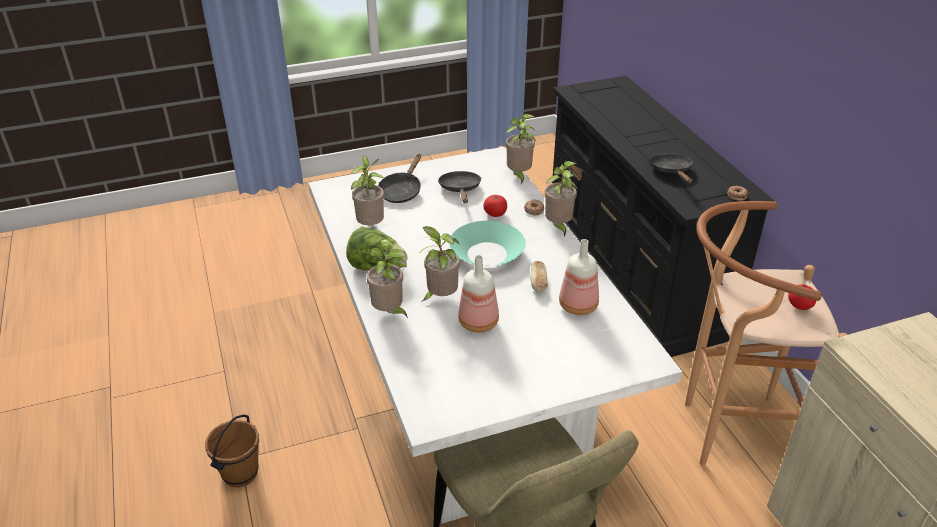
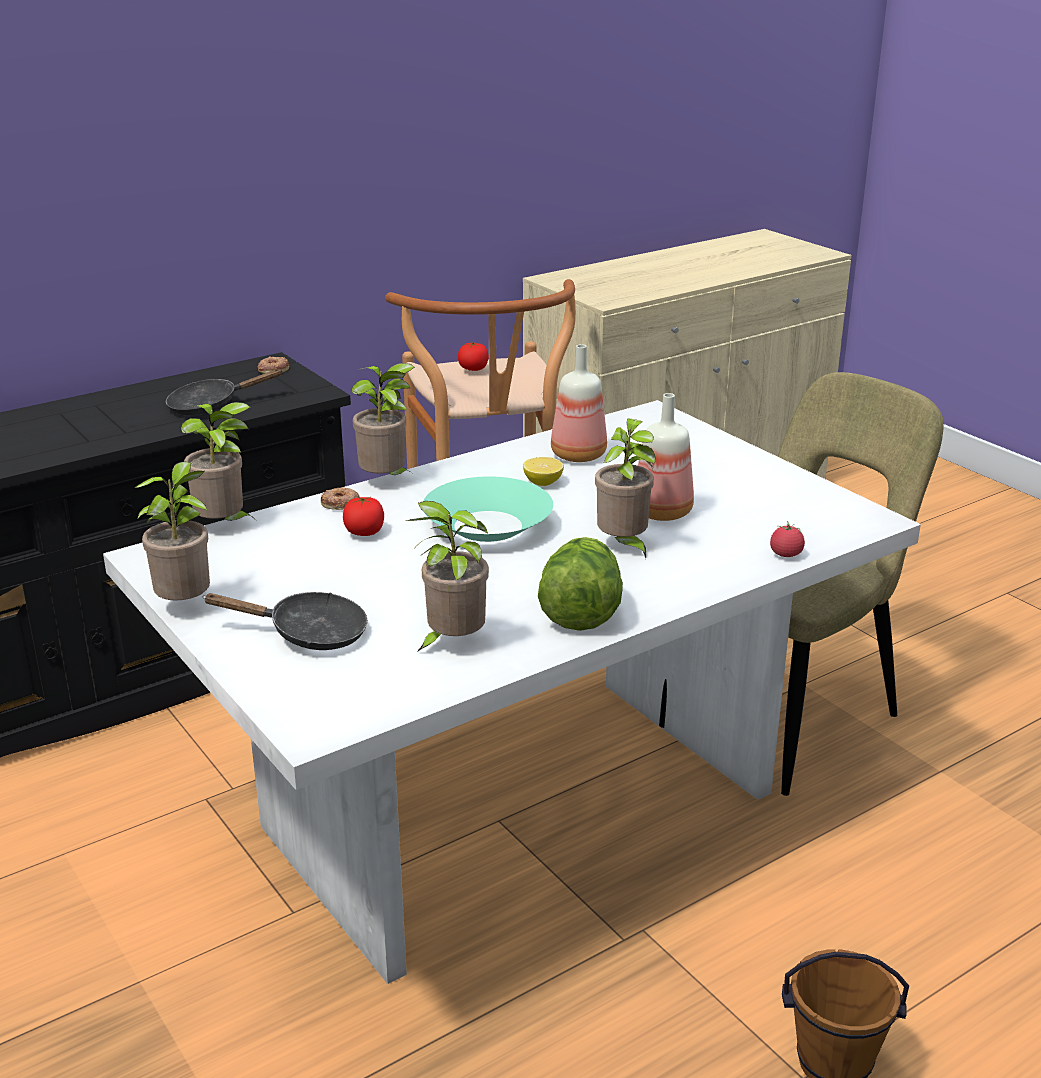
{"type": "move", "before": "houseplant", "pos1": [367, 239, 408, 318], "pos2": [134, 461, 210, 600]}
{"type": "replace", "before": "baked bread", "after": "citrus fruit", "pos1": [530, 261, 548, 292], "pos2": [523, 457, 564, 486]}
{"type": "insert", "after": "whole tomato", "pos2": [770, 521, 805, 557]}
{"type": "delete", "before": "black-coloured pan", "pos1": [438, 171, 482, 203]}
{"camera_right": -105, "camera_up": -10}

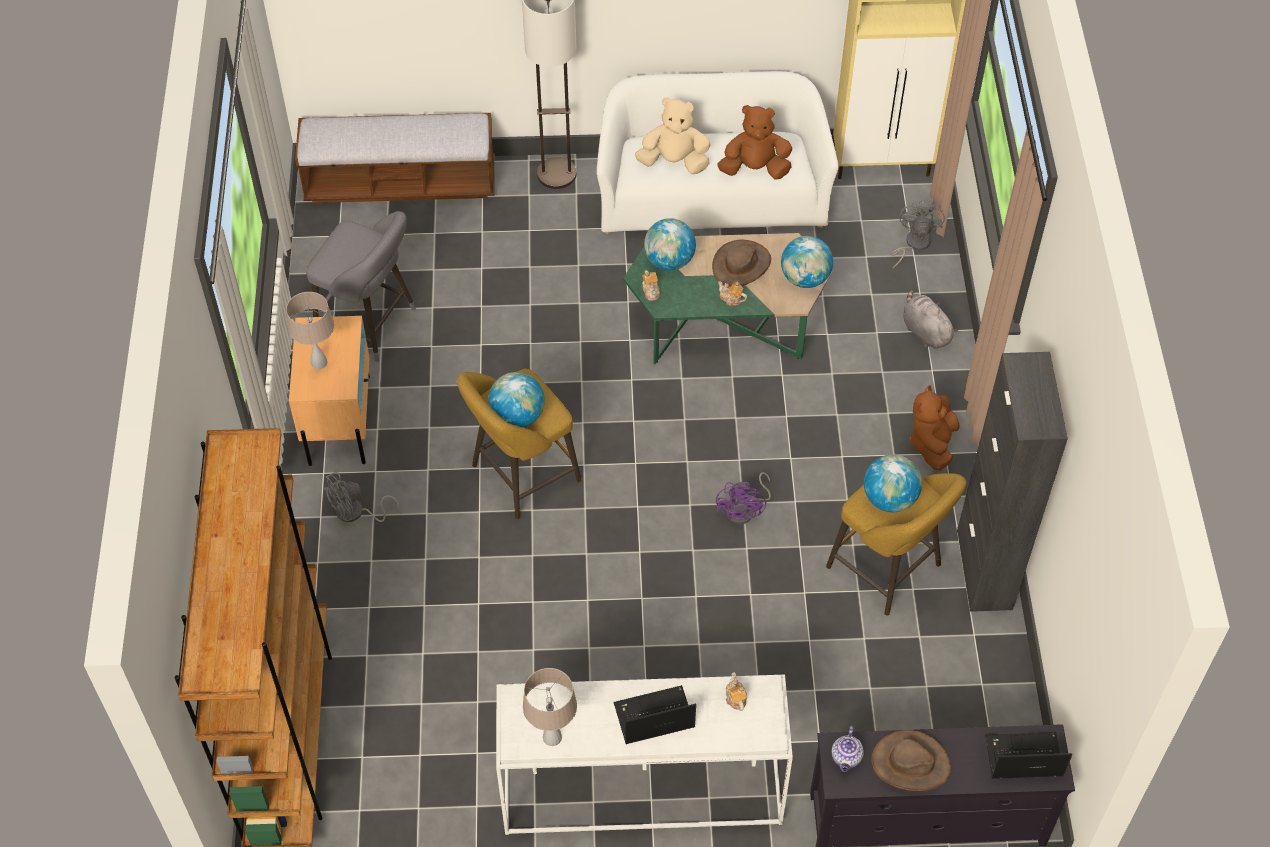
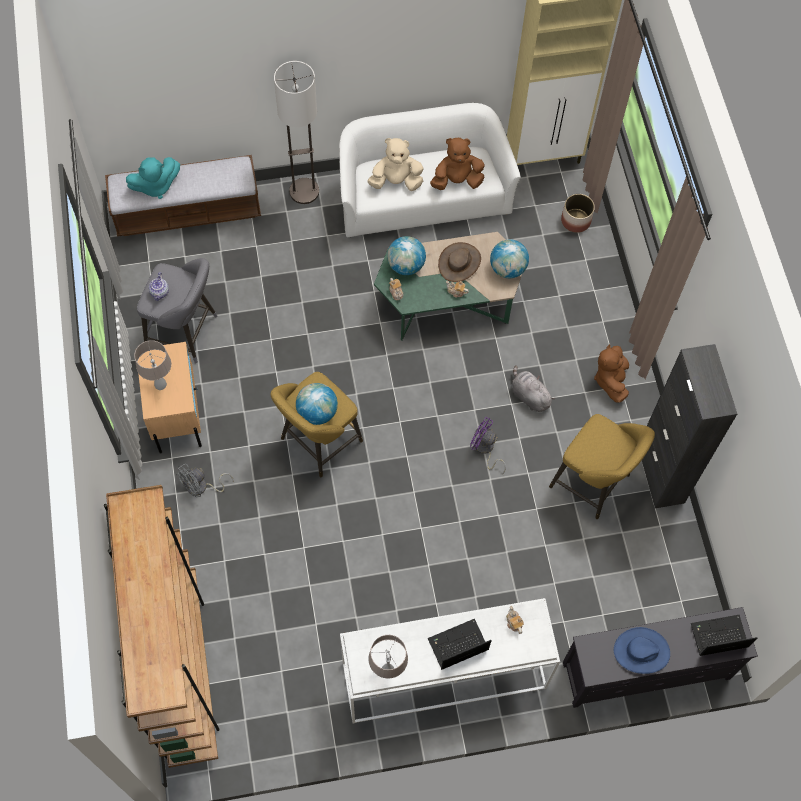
{"type": "insert", "after": "turquoise-coloured cuddly toy", "pos2": [126, 157, 180, 199]}
{"type": "move", "before": "tea pot", "pos1": [832, 726, 864, 772], "pos2": [148, 272, 169, 301]}
{"type": "rotate", "before": "purple cooling fan", "pos1": [716, 472, 771, 524], "pos2": [470, 417, 506, 474], "turn": 120}
{"type": "move", "before": "greyish cuddly toy", "pos1": [902, 290, 958, 348], "pos2": [511, 365, 556, 412]}
{"type": "replace", "before": "greyish cooling fan", "after": "planter", "pos1": [891, 200, 945, 268], "pos2": [561, 194, 595, 233]}
{"type": "recolor", "before": "brownish hat", "after": "blue-coloured hat", "pos1": [871, 730, 951, 791], "pos2": [614, 627, 670, 674]}
{"type": "delete", "before": "desk globe", "pos1": [864, 454, 922, 512]}
{"camera_right": -10, "camera_up": 10}

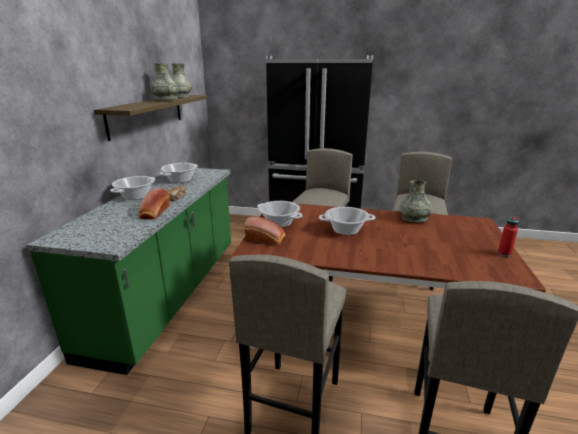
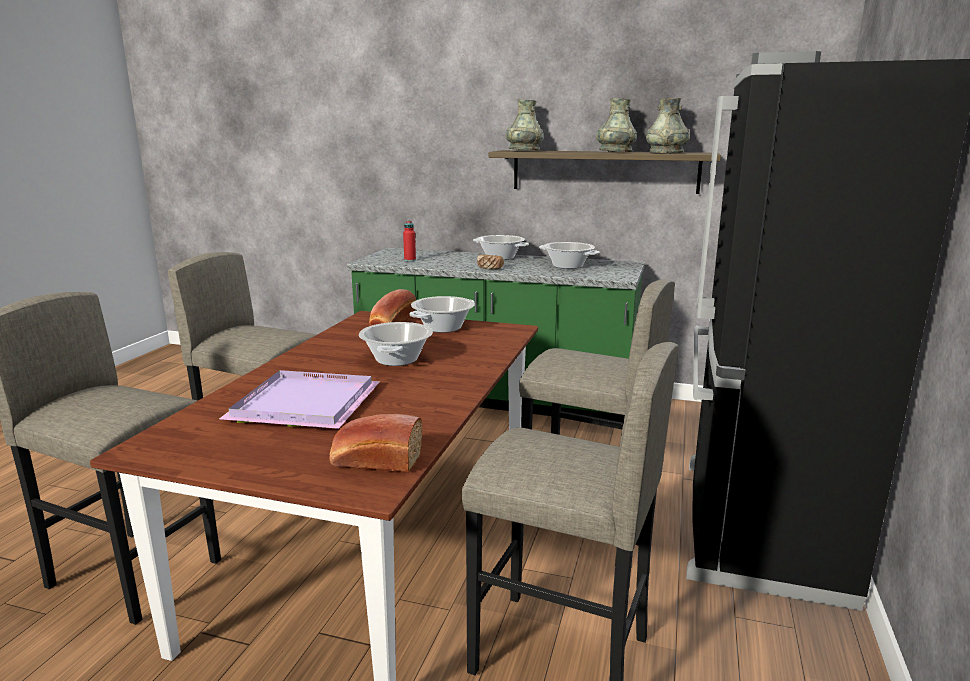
{"type": "insert", "after": "purple carrying tray", "pos2": [219, 370, 380, 429]}
{"type": "move", "before": "baked bread", "pos1": [139, 188, 170, 220], "pos2": [329, 414, 422, 473]}
{"type": "move", "before": "reddish bottle", "pos1": [498, 216, 519, 257], "pos2": [403, 221, 416, 261]}
{"type": "move", "before": "greyish decorative vase", "pos1": [400, 180, 433, 223], "pos2": [505, 99, 544, 151]}
{"camera_right": 95, "camera_up": -5}

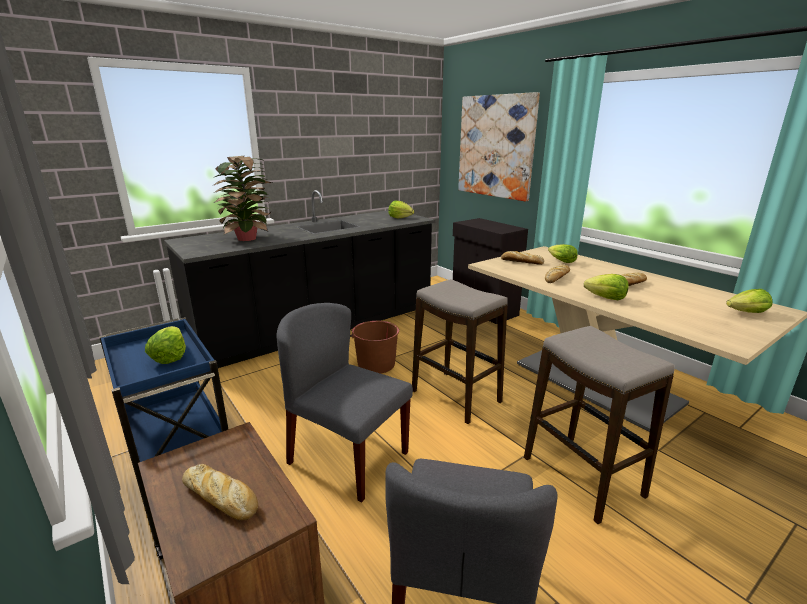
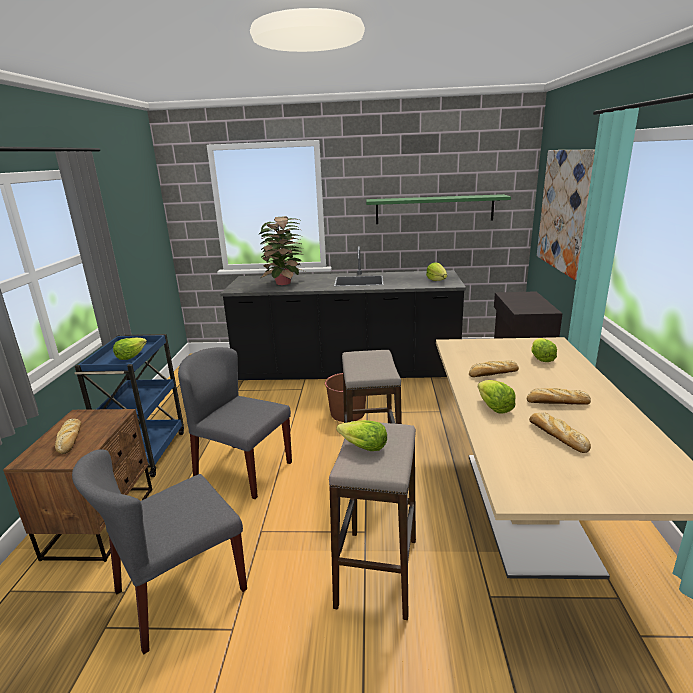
{"type": "rotate", "before": "greyish upright chair", "pos1": [277, 303, 413, 503], "pos2": [178, 347, 292, 499], "turn": -45}
{"type": "move", "before": "lettuce", "pos1": [726, 289, 772, 313], "pos2": [336, 420, 387, 451]}
{"type": "insert", "after": "green bracket shelf", "pos2": [366, 194, 511, 224]}
{"type": "move", "before": "baked bread", "pos1": [501, 251, 544, 265], "pos2": [529, 412, 591, 453]}
{"camera_right": 40, "camera_up": 0}

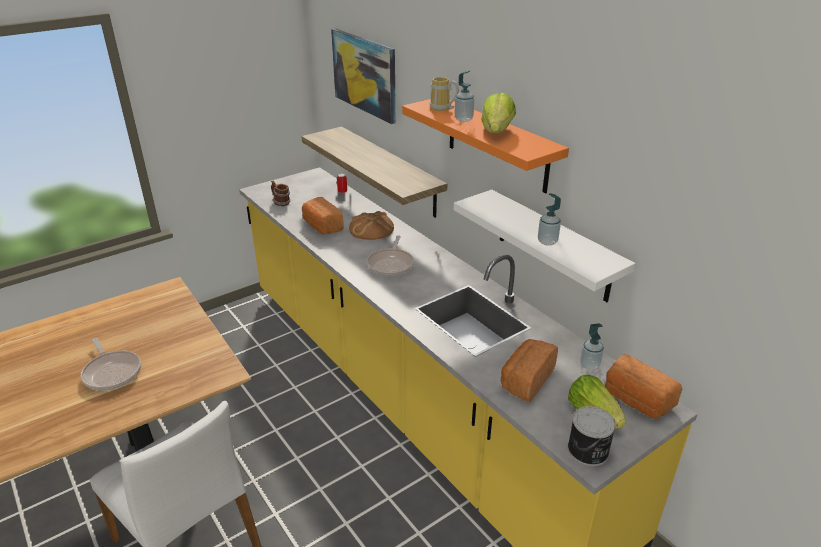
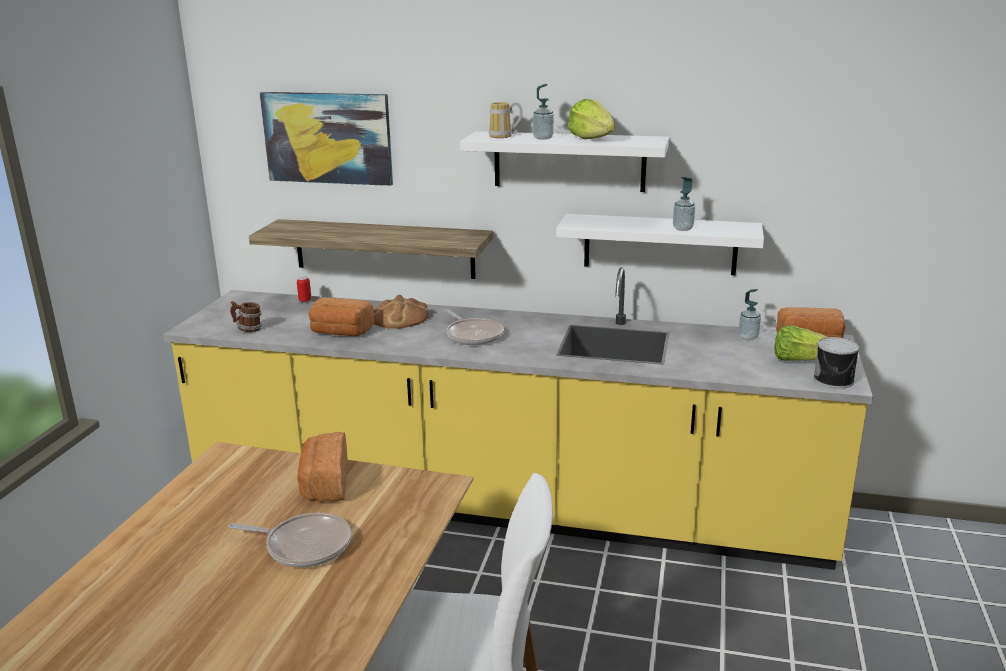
{"type": "move", "before": "baked bread", "pos1": [501, 339, 558, 402], "pos2": [298, 432, 348, 502]}
{"type": "recolor", "before": "orange-coloured bracket shelf", "after": "whitish bracket shelf", "pos1": [402, 99, 569, 193], "pos2": [460, 131, 669, 192]}
{"camera_right": -40, "camera_up": -10}

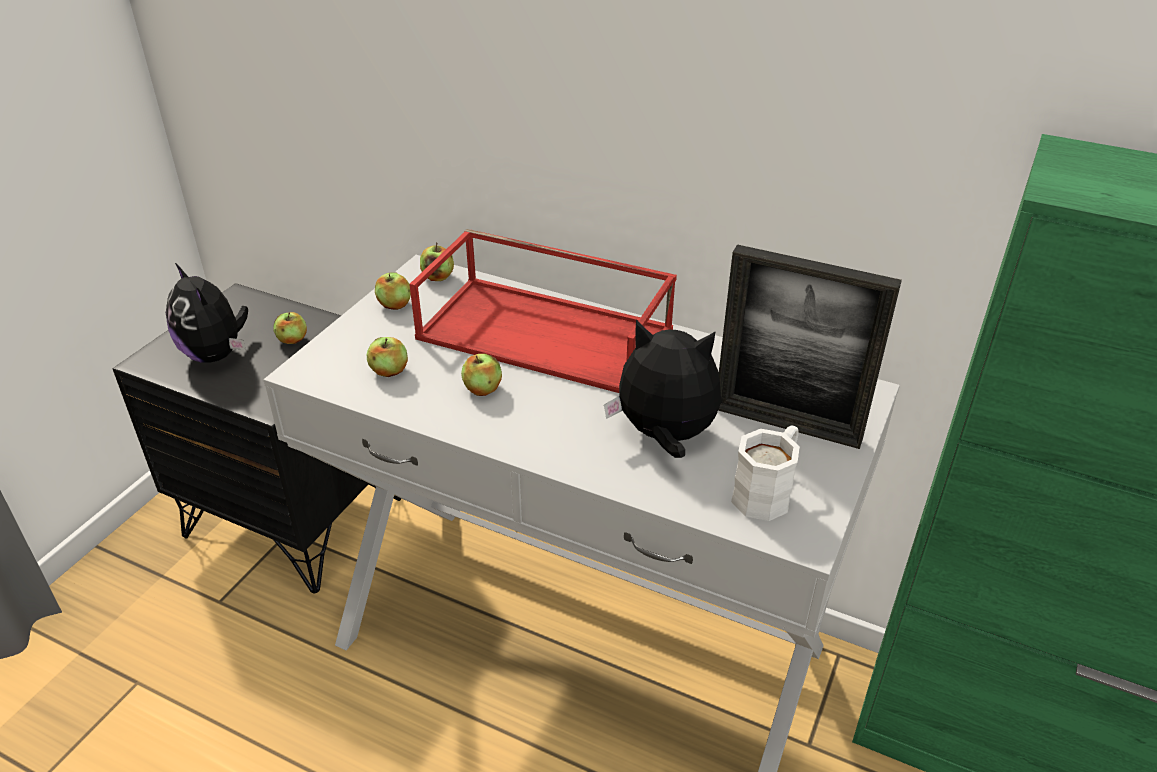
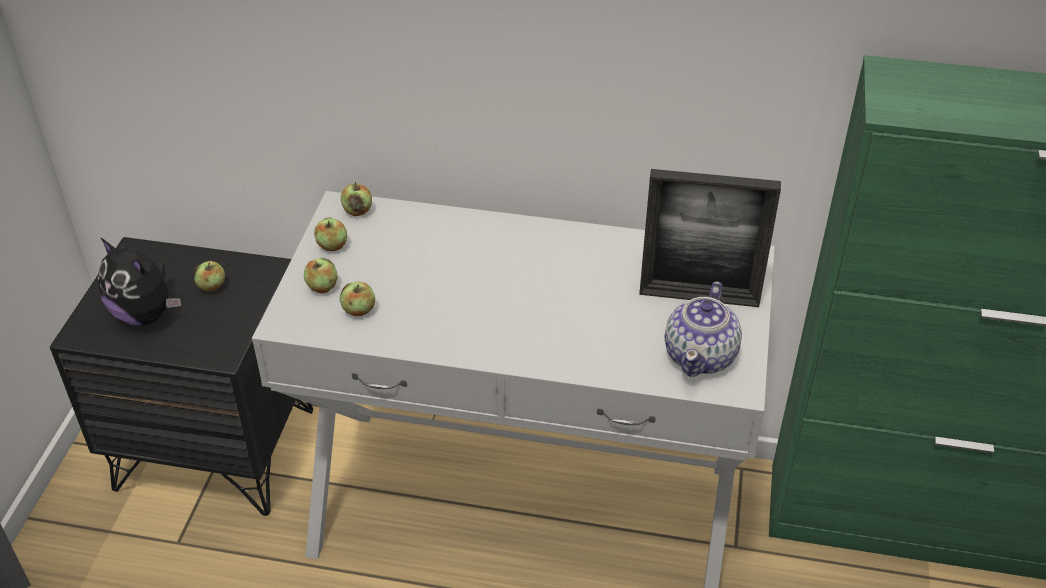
{"type": "move", "before": "apple", "pos1": [461, 354, 502, 396], "pos2": [304, 258, 338, 294]}
{"type": "replace", "before": "whitish coffee mug", "after": "tea pot", "pos1": [731, 425, 800, 521], "pos2": [665, 281, 742, 377]}
{"type": "delete", "before": "reddish carrying tray", "pos1": [409, 229, 677, 393]}
{"type": "delete", "before": "cuddly toy", "pos1": [604, 319, 721, 458]}
{"camera_right": -15, "camera_up": 5}

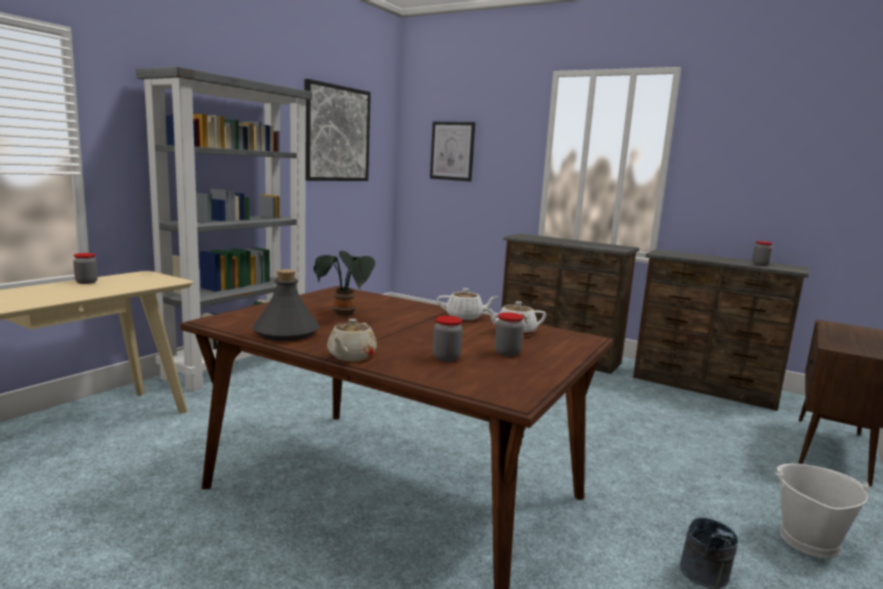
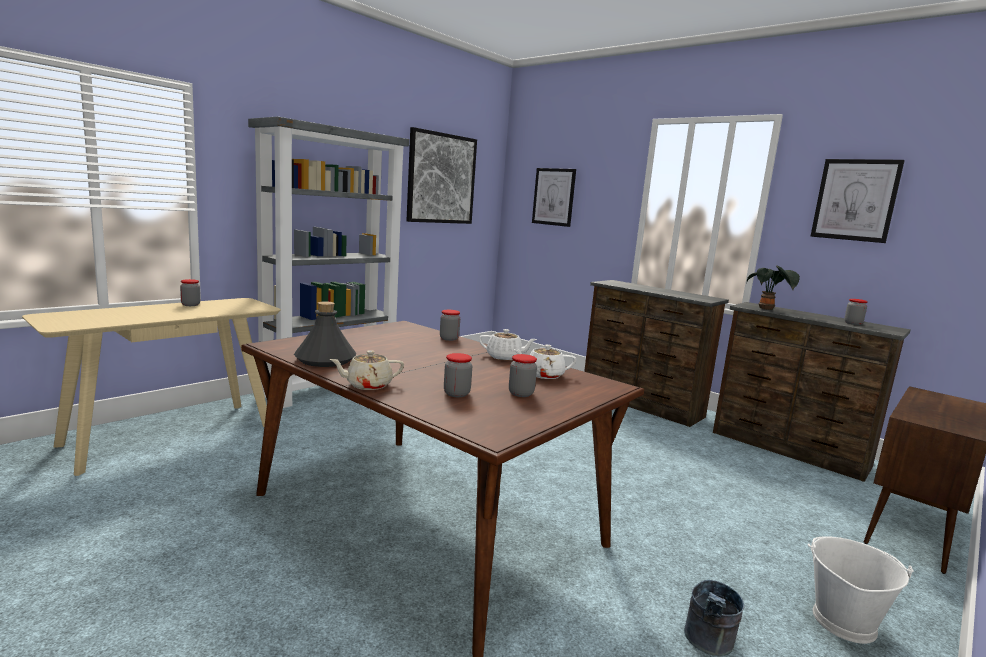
{"type": "rotate", "before": "beige tea pot", "pos1": [327, 319, 377, 361], "pos2": [329, 350, 404, 390], "turn": 45}
{"type": "insert", "after": "jar", "pos2": [440, 310, 460, 341]}
{"type": "move", "before": "houseplant", "pos1": [313, 251, 375, 316], "pos2": [747, 265, 800, 310]}
{"type": "insert", "after": "wall art", "pos2": [810, 159, 905, 243]}
{"camera_right": 10, "camera_up": 0}

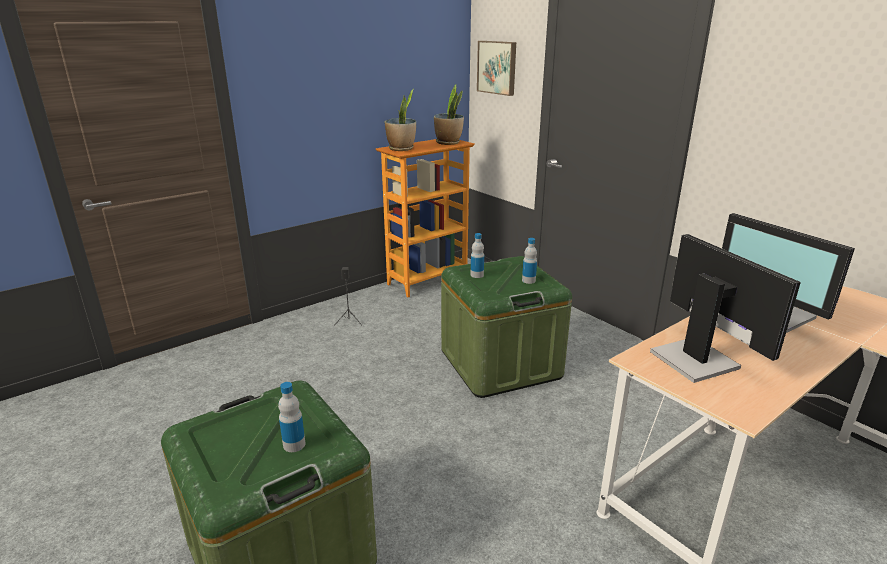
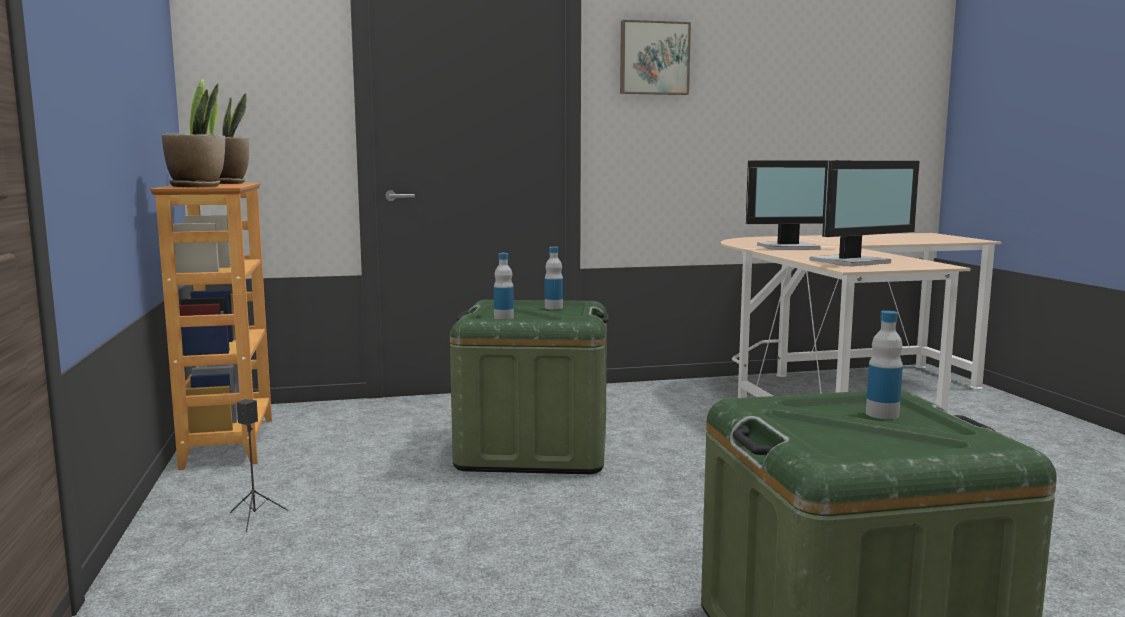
{"type": "move", "before": "wall art", "pos1": [477, 41, 516, 96], "pos2": [620, 20, 691, 95]}
{"type": "rotate", "before": "monitor", "pos1": [650, 234, 801, 383], "pos2": [810, 161, 920, 266], "turn": 150}
{"camera_right": -65, "camera_up": -15}

